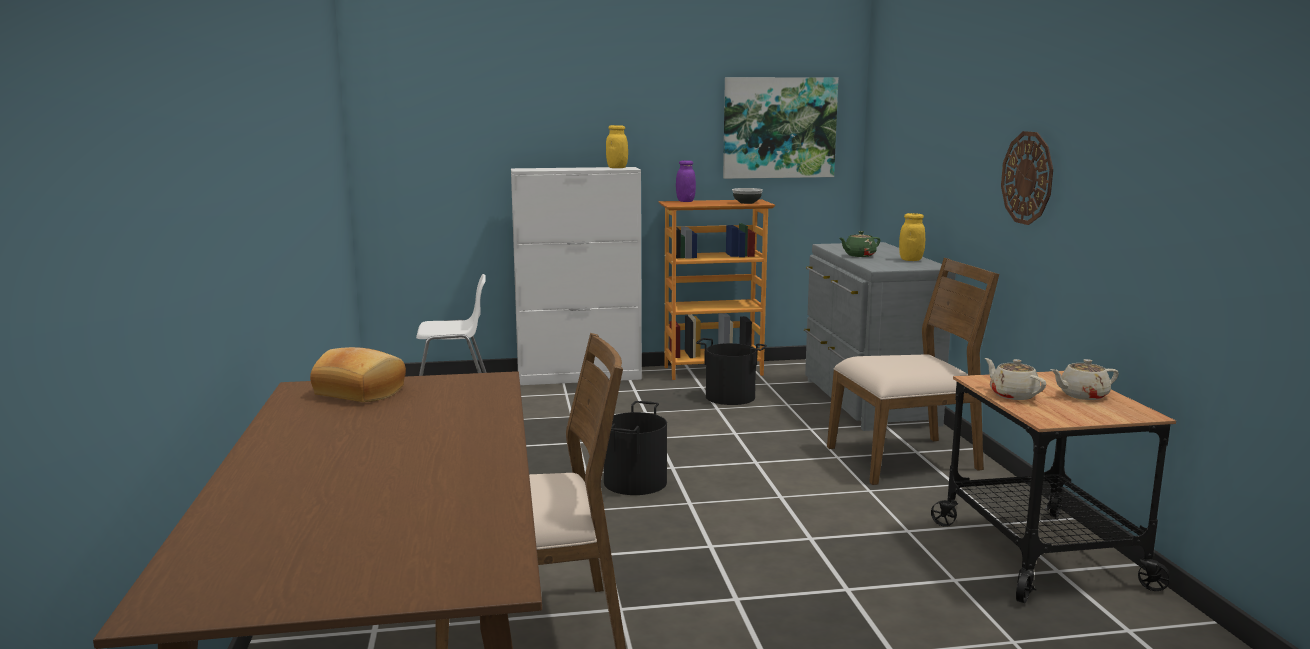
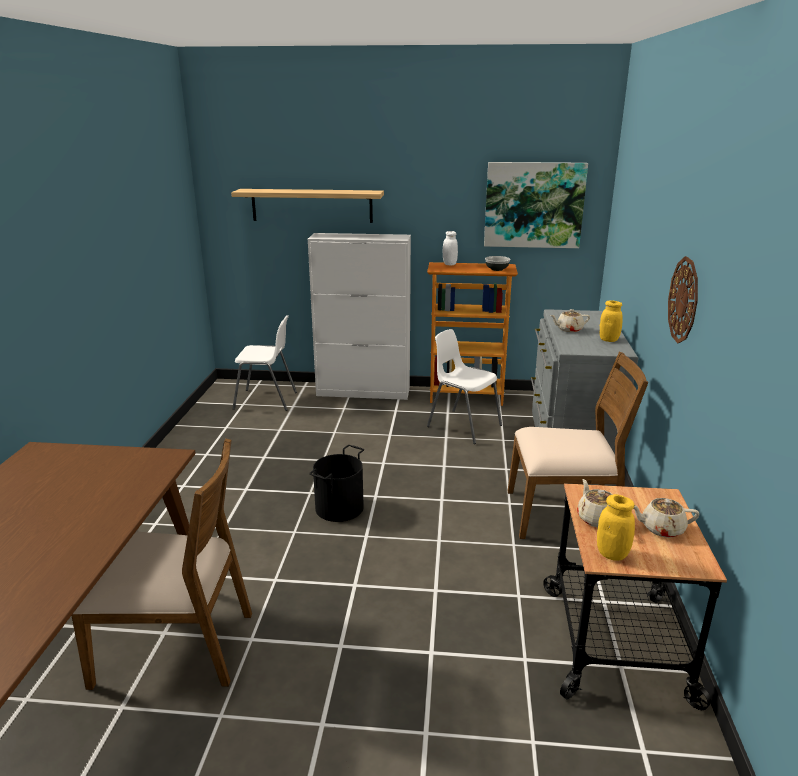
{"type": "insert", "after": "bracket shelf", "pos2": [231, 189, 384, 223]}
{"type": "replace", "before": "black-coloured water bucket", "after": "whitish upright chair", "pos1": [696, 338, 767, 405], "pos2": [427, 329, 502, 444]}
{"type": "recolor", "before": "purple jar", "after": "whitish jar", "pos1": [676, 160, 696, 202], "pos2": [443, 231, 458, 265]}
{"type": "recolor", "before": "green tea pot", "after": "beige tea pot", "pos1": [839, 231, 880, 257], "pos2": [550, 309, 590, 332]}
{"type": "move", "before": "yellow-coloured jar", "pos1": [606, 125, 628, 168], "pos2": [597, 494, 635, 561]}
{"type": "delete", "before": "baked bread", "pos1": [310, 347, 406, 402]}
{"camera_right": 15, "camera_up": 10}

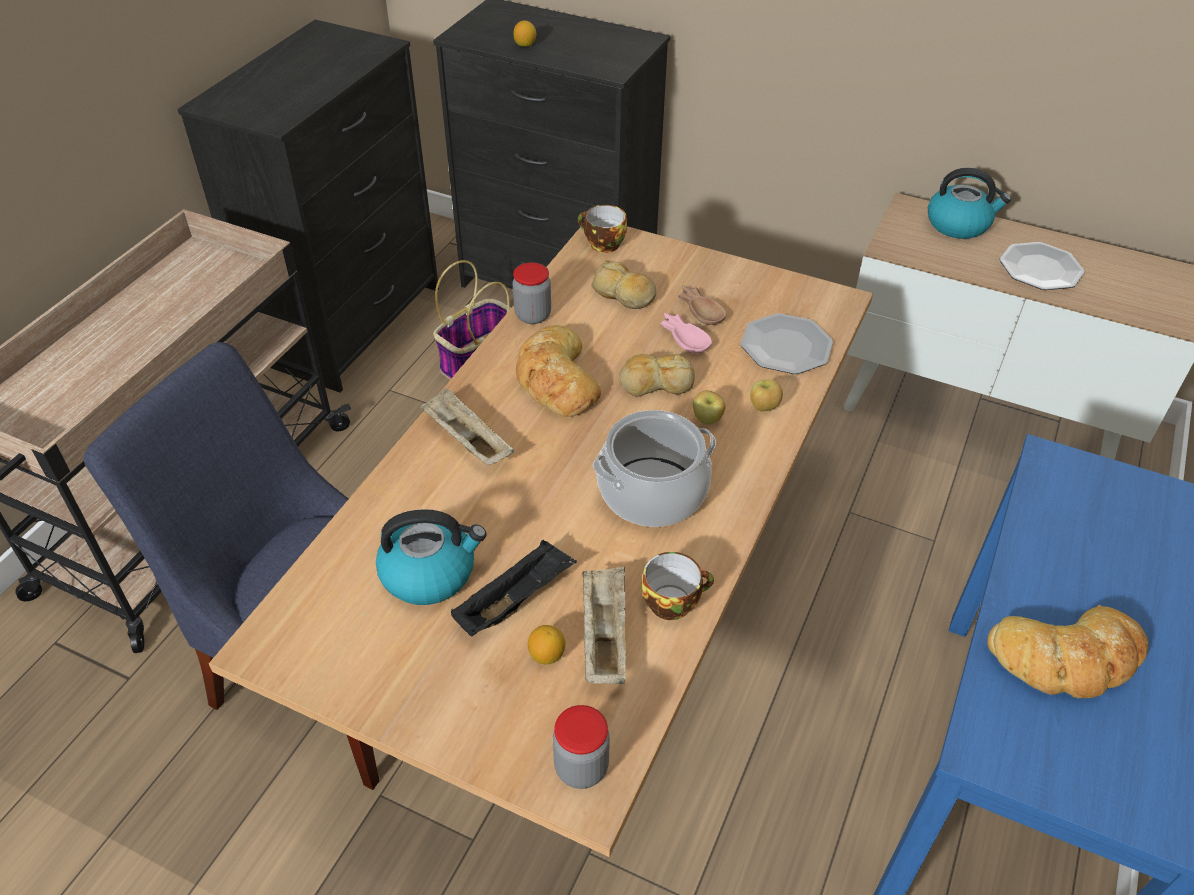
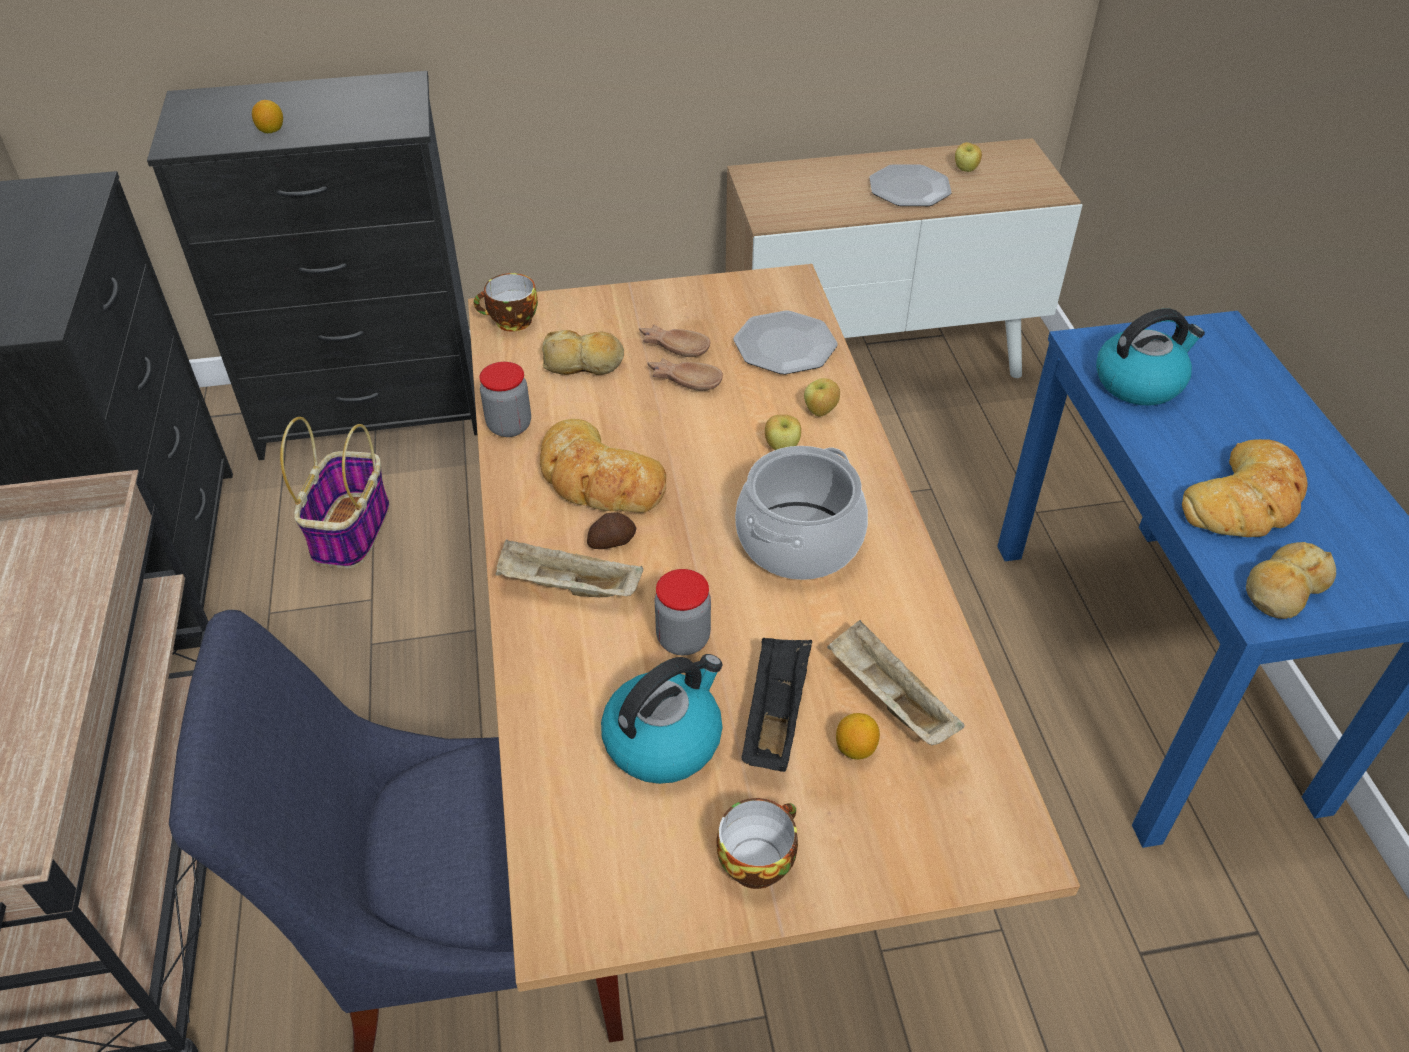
{"type": "insert", "after": "spud", "pos2": [587, 512, 636, 549]}
{"type": "recolor", "before": "pink-coloured deep dish", "after": "brownish deep dish", "pos1": [660, 313, 712, 353], "pos2": [647, 358, 723, 391]}
{"type": "move", "before": "jar", "pos1": [553, 705, 610, 789], "pos2": [654, 569, 711, 655]}
{"type": "move", "before": "small cup", "pos1": [641, 552, 714, 620], "pos2": [717, 798, 798, 889]}
{"type": "insert", "after": "apple", "pos2": [955, 142, 982, 172]}
{"type": "move", "before": "kettle", "pos1": [928, 168, 1011, 239], "pos2": [1096, 308, 1205, 405]}
{"type": "move", "before": "baked bread", "pos1": [619, 354, 695, 397], "pos2": [1246, 542, 1336, 619]}
{"camera_right": -35, "camera_up": 0}

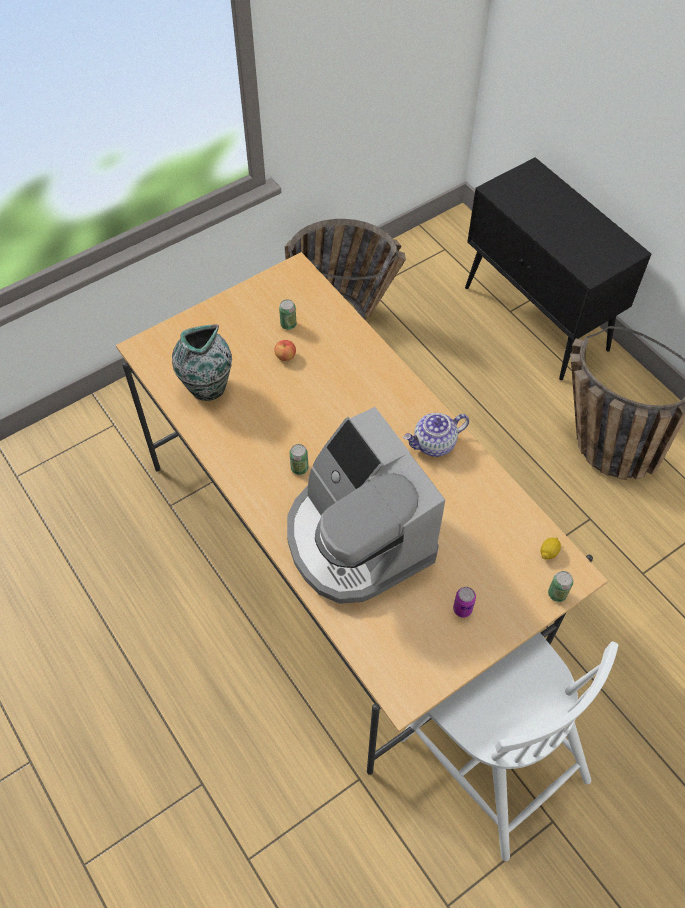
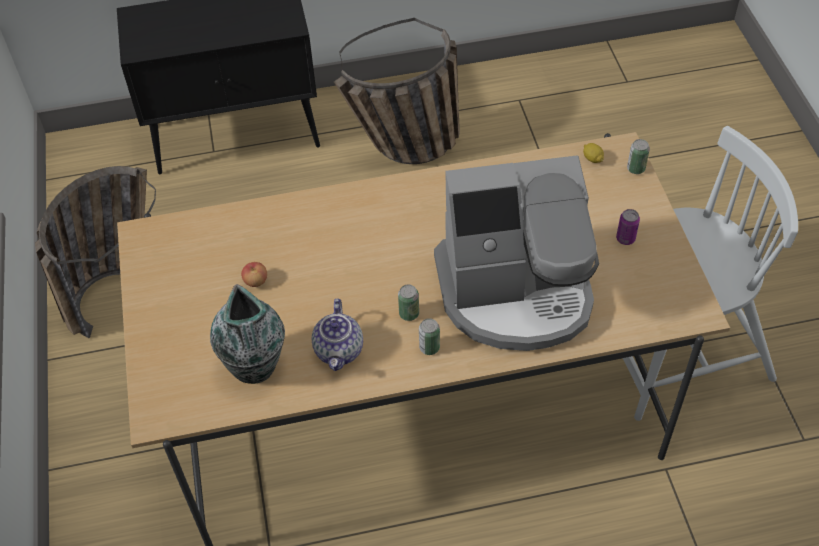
{"type": "move", "before": "tea pot", "pos1": [403, 413, 469, 457], "pos2": [312, 299, 363, 371]}
{"type": "move", "before": "sealed can", "pos1": [279, 299, 297, 330], "pos2": [419, 318, 440, 355]}
{"camera_right": -65, "camera_up": -5}

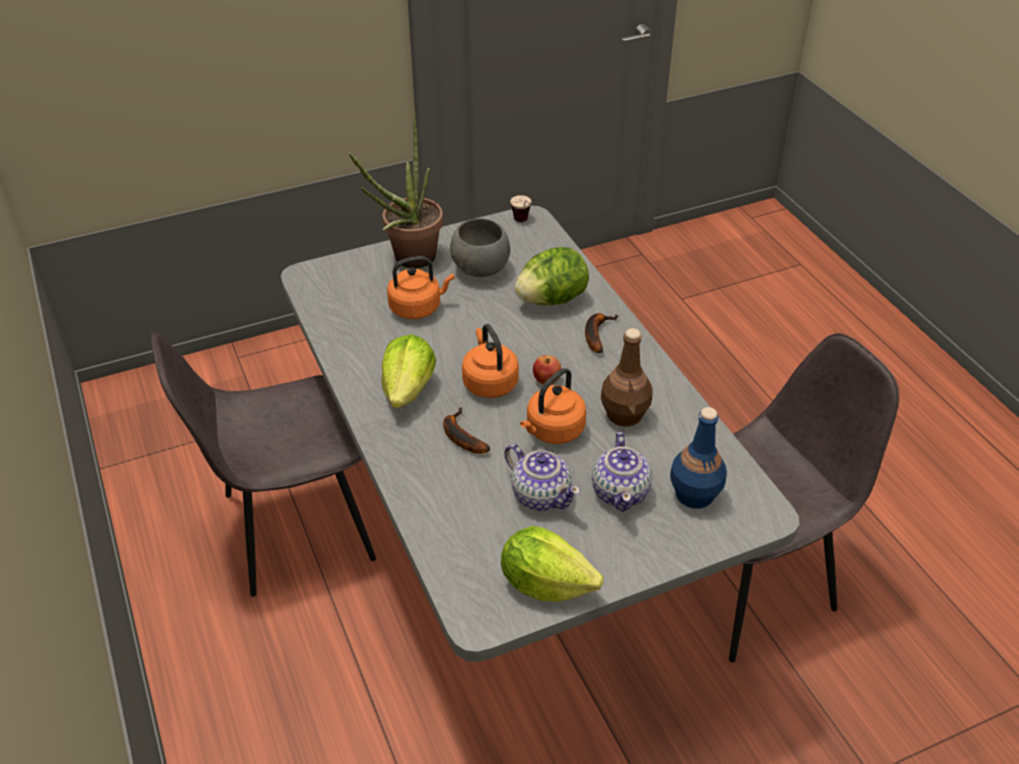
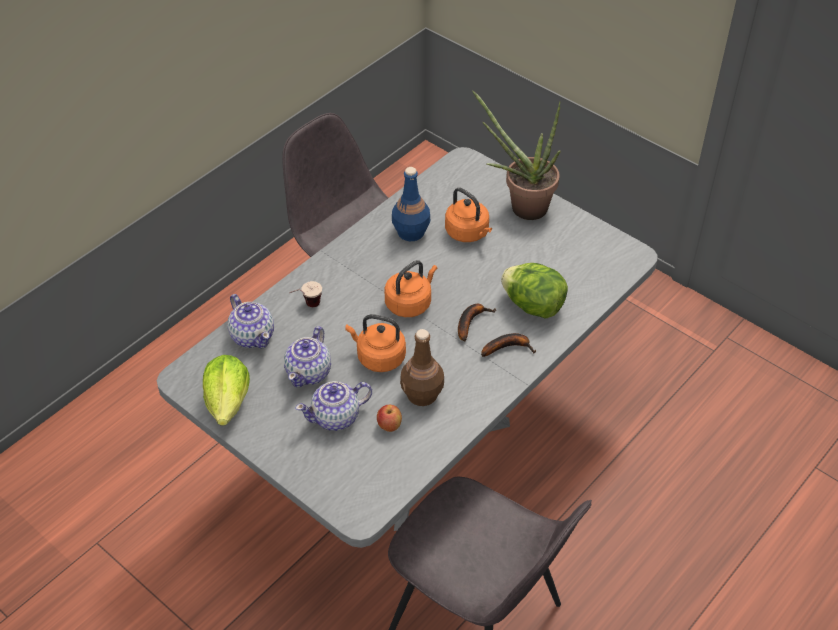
{"type": "insert", "after": "tea pot", "pos2": [228, 294, 274, 349]}
{"type": "move", "before": "small cup", "pos1": [510, 195, 531, 222], "pos2": [289, 281, 322, 307]}
{"type": "move", "before": "apple", "pos1": [533, 355, 561, 385], "pos2": [377, 405, 402, 432]}
{"type": "move", "before": "blue-coloured bottle", "pos1": [670, 407, 727, 509], "pos2": [392, 167, 430, 241]}
{"type": "move", "before": "whole banana", "pos1": [443, 407, 490, 454], "pos2": [458, 304, 497, 341]}
{"type": "delete", "before": "lettuce", "pos1": [382, 334, 436, 408]}
{"type": "delete", "before": "greyish deep dish", "pos1": [450, 218, 510, 277]}
{"camera_right": 65, "camera_up": 5}

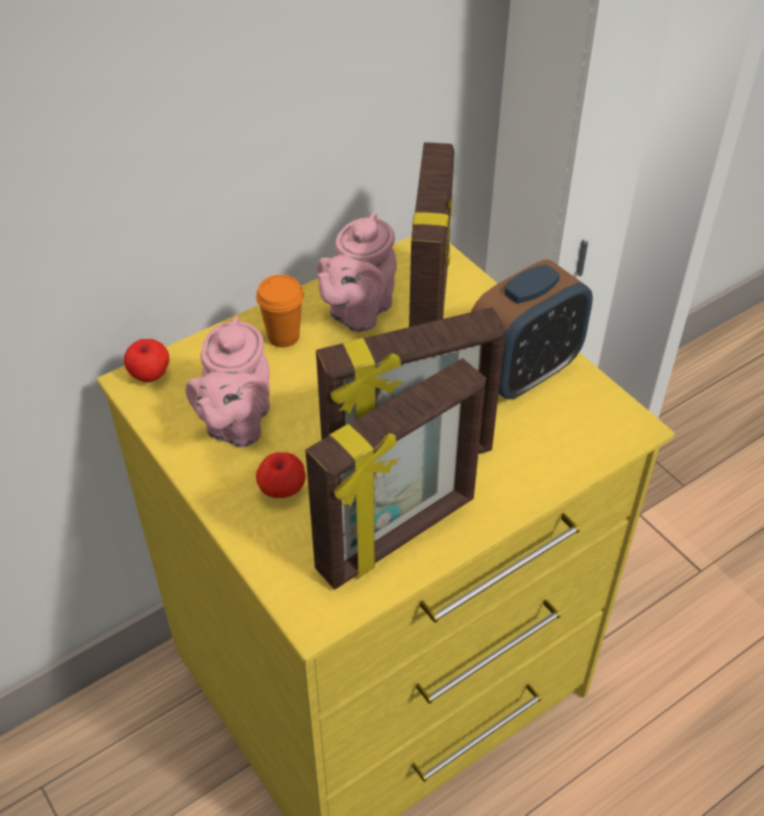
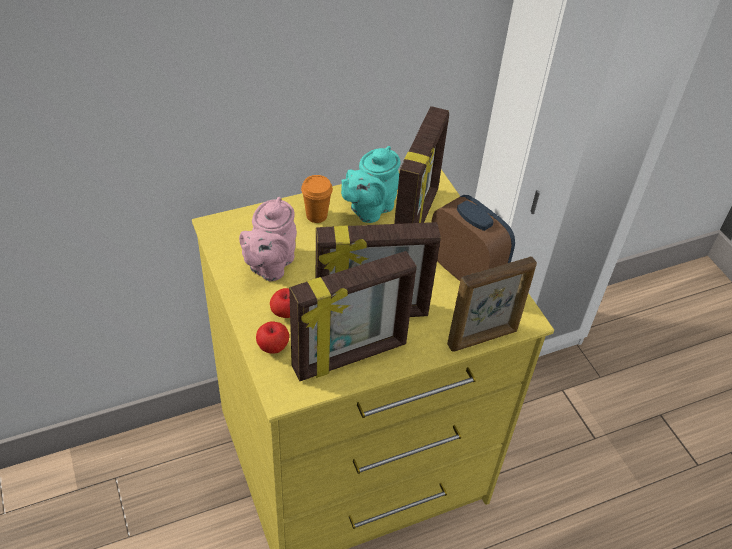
{"type": "move", "before": "apple", "pos1": [124, 339, 169, 382], "pos2": [256, 321, 289, 354]}
{"type": "recolor", "before": "pink-coloured tea pot", "after": "turquoise-coloured tea pot", "pos1": [317, 212, 397, 332], "pos2": [341, 146, 401, 223]}
{"type": "rotate", "before": "table clock", "pos1": [471, 259, 593, 399], "pos2": [432, 195, 515, 281], "turn": -105}
{"type": "insert", "after": "picture frame", "pos2": [447, 257, 537, 352]}
{"camera_right": 10, "camera_up": 0}

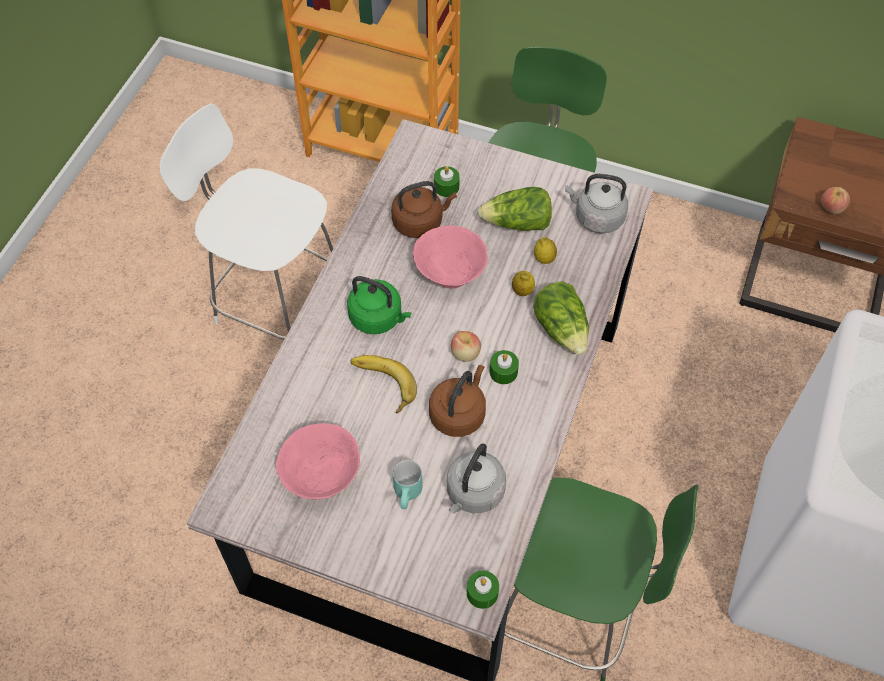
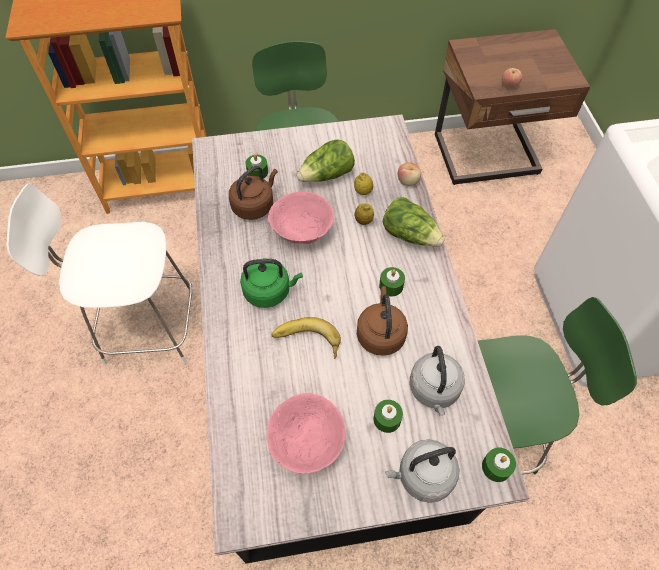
{"type": "replace", "before": "turquoise-coloured coffee mug", "after": "green wax light", "pos1": [393, 460, 423, 509], "pos2": [374, 400, 403, 433]}
{"type": "move", "before": "greyish kettle", "pos1": [565, 174, 628, 233], "pos2": [385, 440, 459, 503]}
{"type": "move", "before": "apple", "pos1": [451, 331, 481, 362], "pos2": [398, 162, 421, 186]}
{"camera_right": -30, "camera_up": 0}

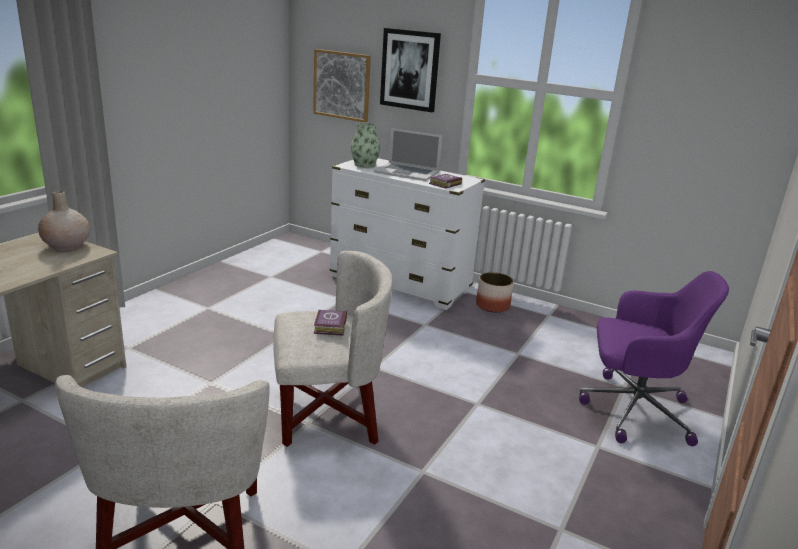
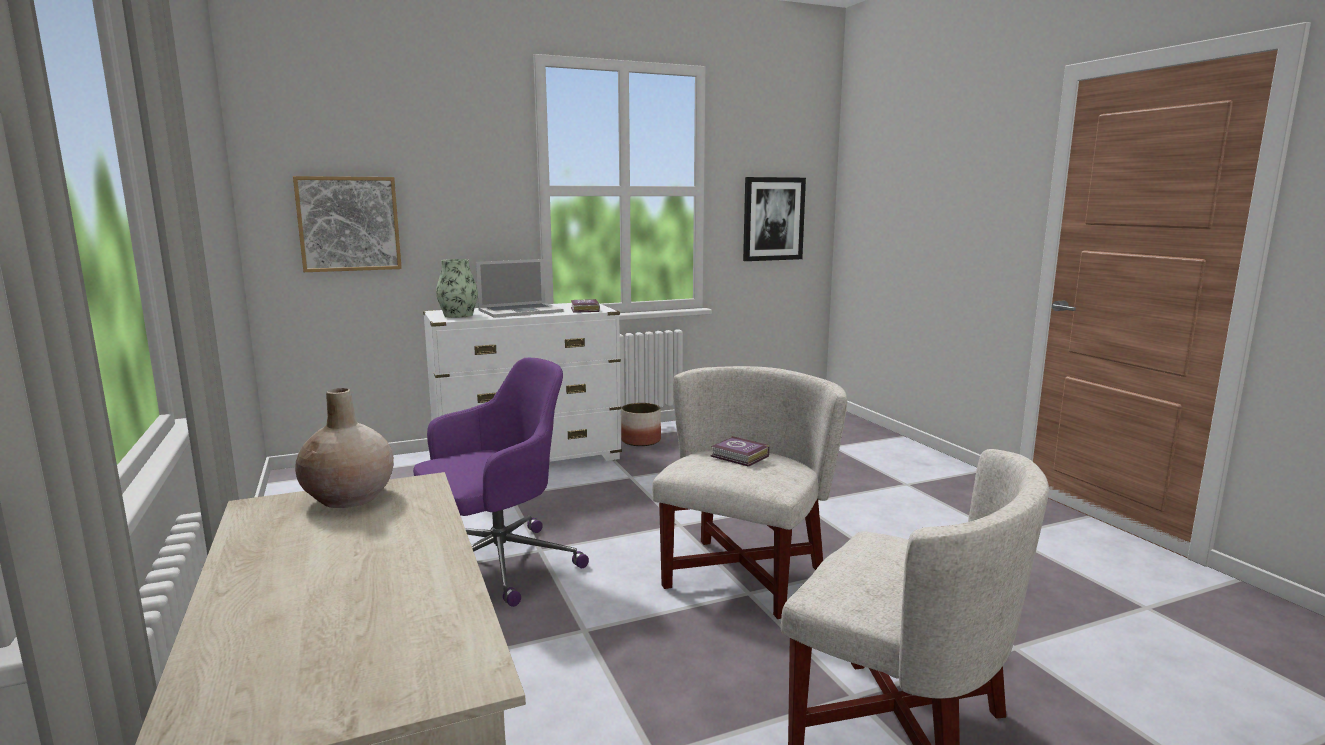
{"type": "move", "before": "purple desk chair", "pos1": [579, 271, 729, 446], "pos2": [413, 358, 589, 607]}
{"type": "move", "before": "wall art", "pos1": [380, 28, 441, 112], "pos2": [743, 177, 806, 261]}
{"camera_right": -50, "camera_up": -10}

